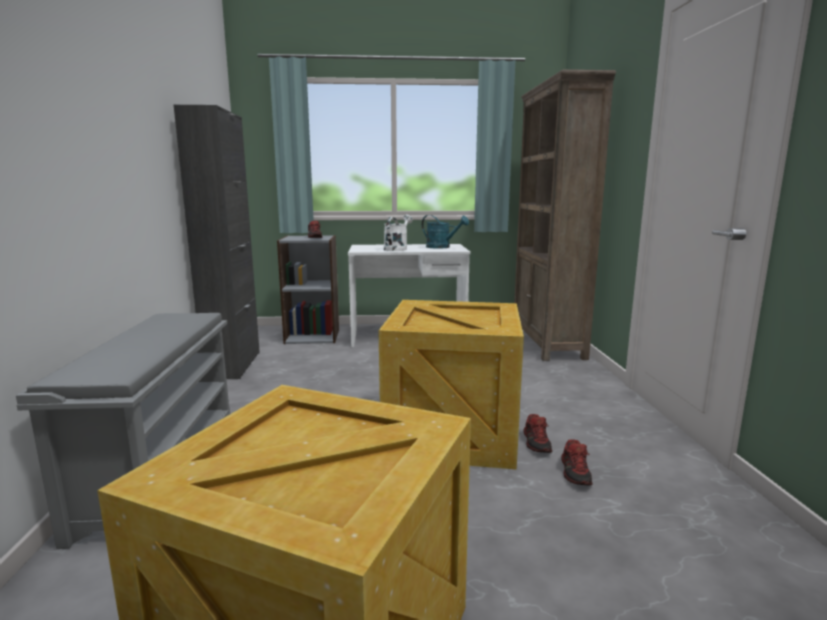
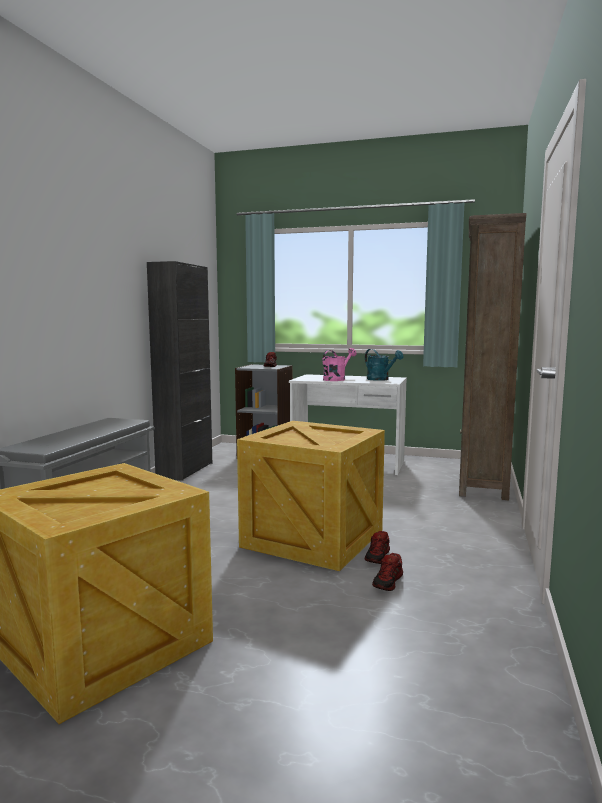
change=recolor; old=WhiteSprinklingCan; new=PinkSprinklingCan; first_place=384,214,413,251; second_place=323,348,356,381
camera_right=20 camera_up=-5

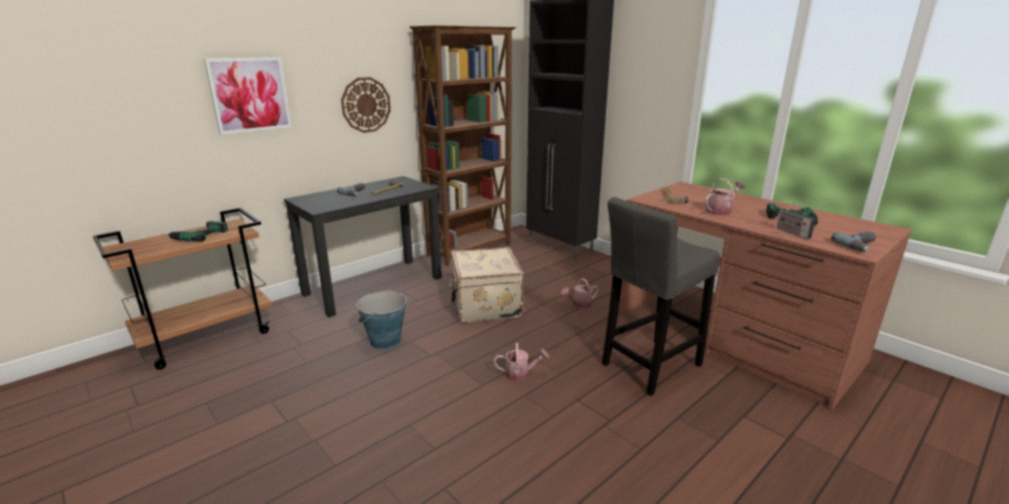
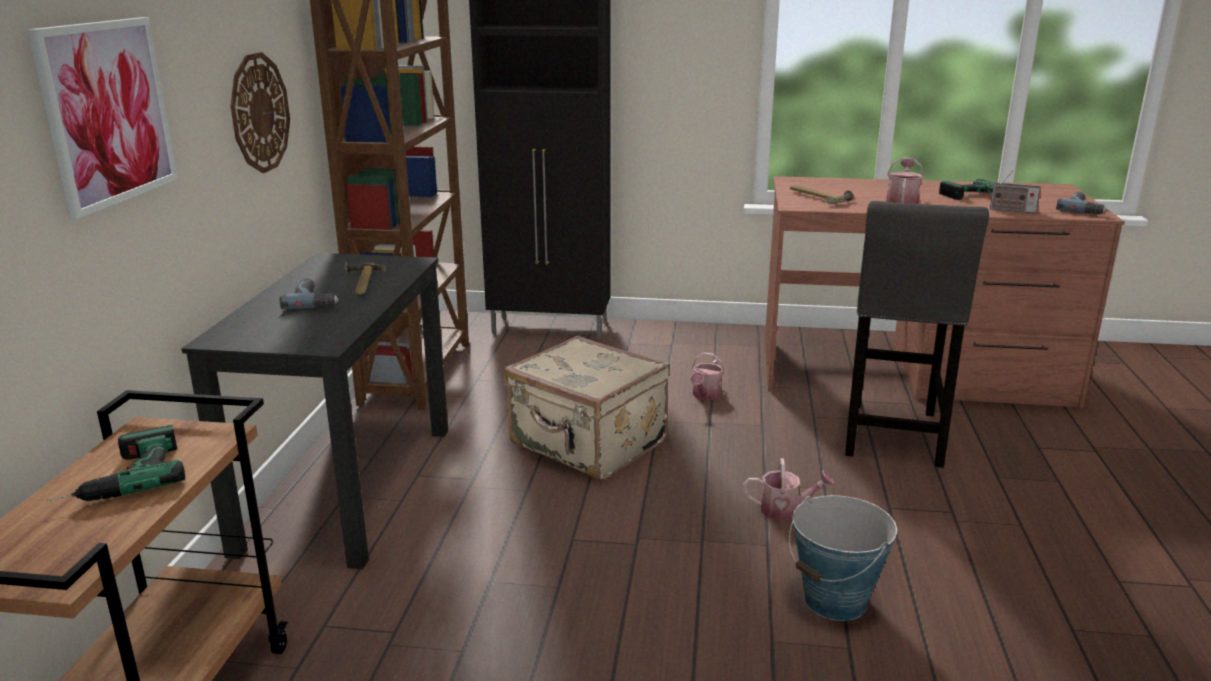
change=move; old=WaterBucket; first_place=357,290,406,350; second_place=789,495,897,621
change=rotate; old=SprinklingCan; first_place=494,343,549,381; second_place=743,458,834,520; degrees=45
camera_right=-40 camera_up=0

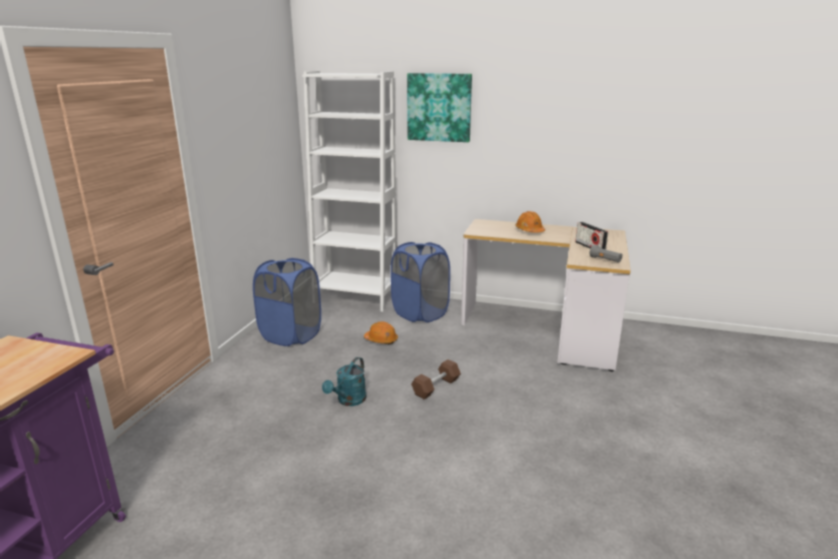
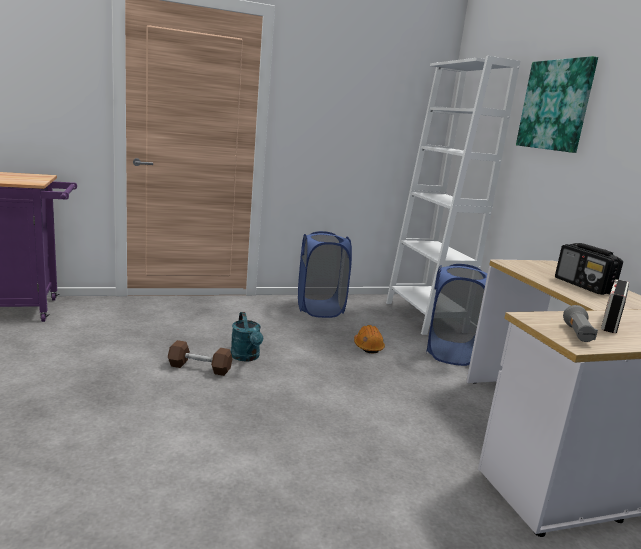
change=rotate; old=BlueGreenSprinklingCan; first_place=322,357,367,406; second_place=231,312,263,362; degrees=-105
change=move; old=BrownColouredHandWeight; first_place=411,359,461,399; second_place=168,340,232,376
change=replace; old=OrangeColouredWorkHelmet; new=RadioSet; first_place=515,211,545,233; second_place=555,243,623,295
camera_right=55 camera_up=-5

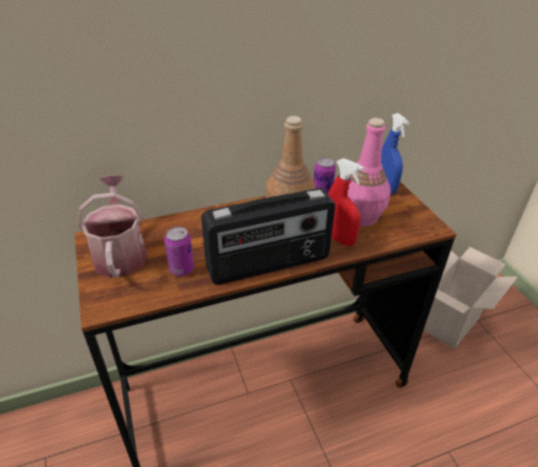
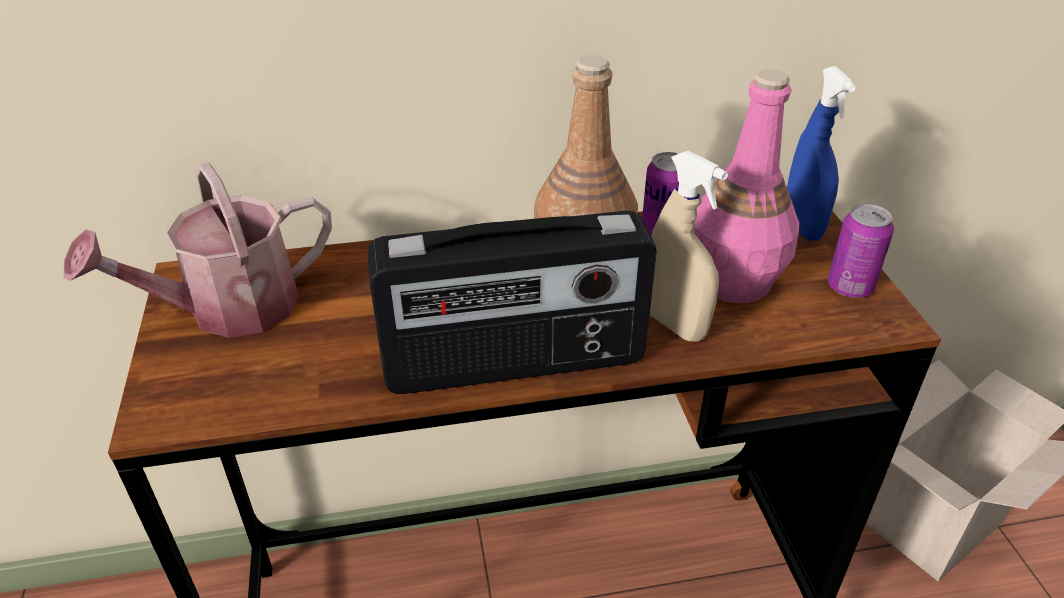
change=rotate; old=SprinklingCan; first_place=78,175,147,278; second_place=63,163,332,338; degrees=-120
change=move; old=MetalCan; first_place=164,227,194,276; second_place=828,204,894,298
change=recolor; old=RedColouredSprayBottle; new=BeigeSprayBottle; first_place=328,158,364,246; second_place=650,151,728,342
camera_right=10 camera_up=0

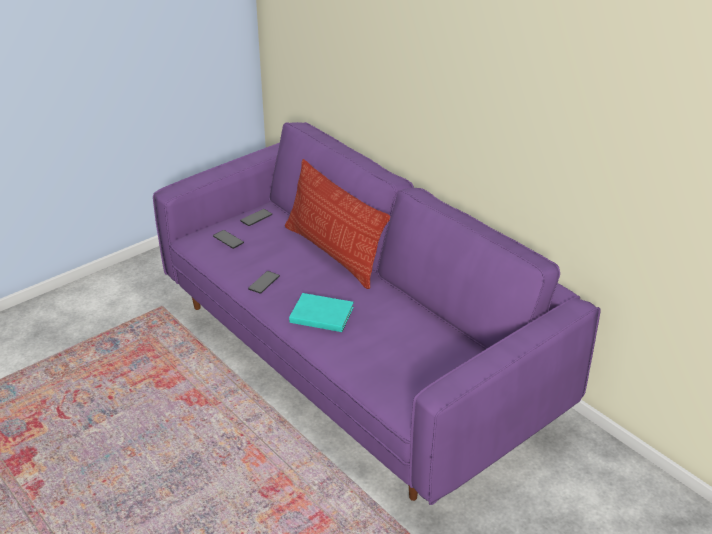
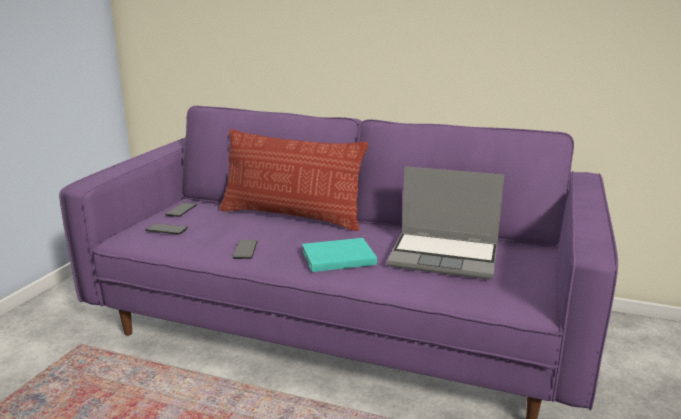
change=insert; new=PortableComputer; second_place=387,166,504,280
camera_right=-30 camera_up=-15

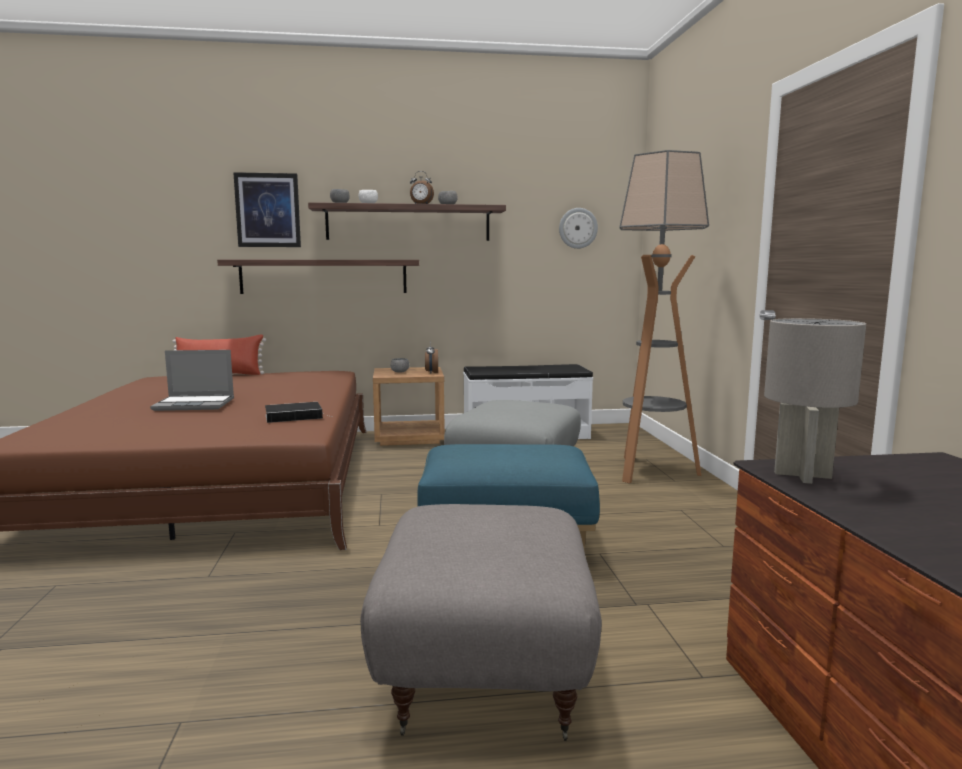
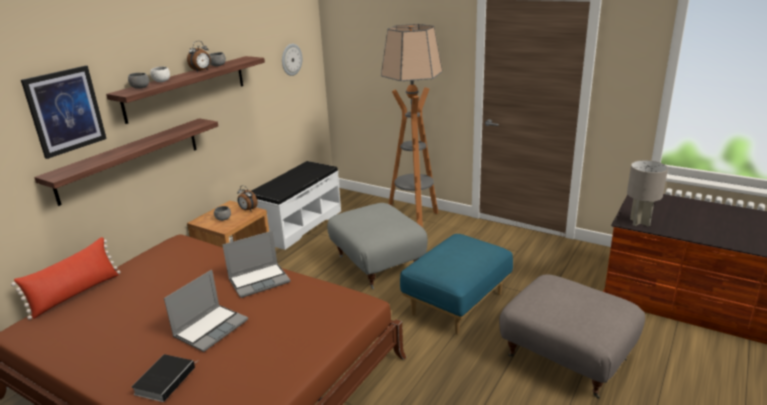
change=move; old=Volume; first_place=265,402,333,423; second_place=131,354,198,402
change=insert; new=PortableComputer; second_place=222,231,291,298
camera_right=-50 camera_up=15

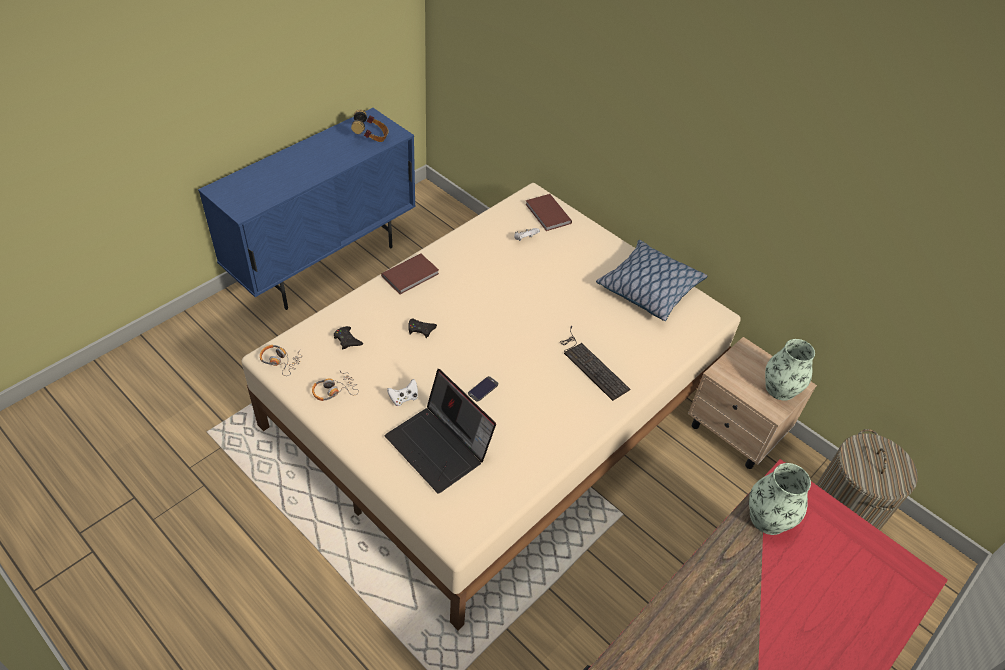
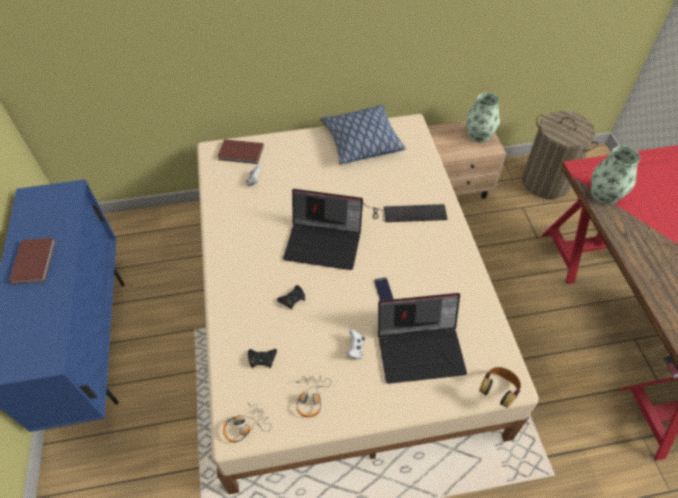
change=move; old=Headphones; first_place=351,109,389,142; second_place=479,367,521,408
change=move; old=BrownColouredVolume; first_place=381,253,439,294; second_place=9,238,56,285
change=insert; new=PortableComputer; second_place=283,189,363,270
camera_right=-50 camera_up=5

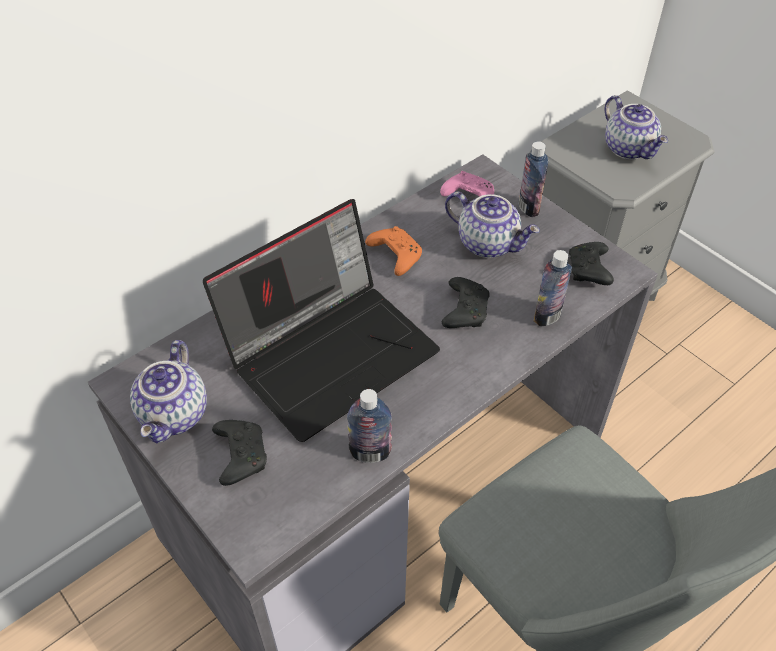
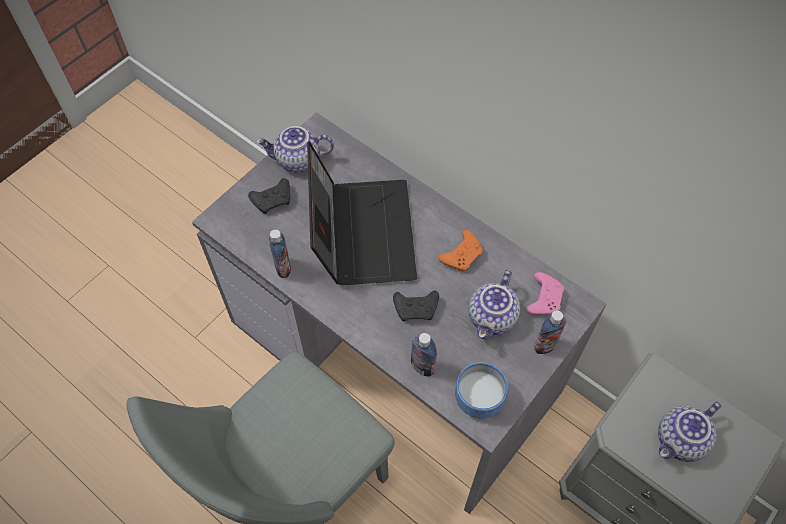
change=rotate; old=PortableComputer; first_place=203,199,440,442; second_place=307,141,417,285; degrees=-135
change=replace; old=BlackGameController; new=DeepDish; first_place=569,242,614,285; second_place=455,362,507,418
camera_right=80 camera_up=10

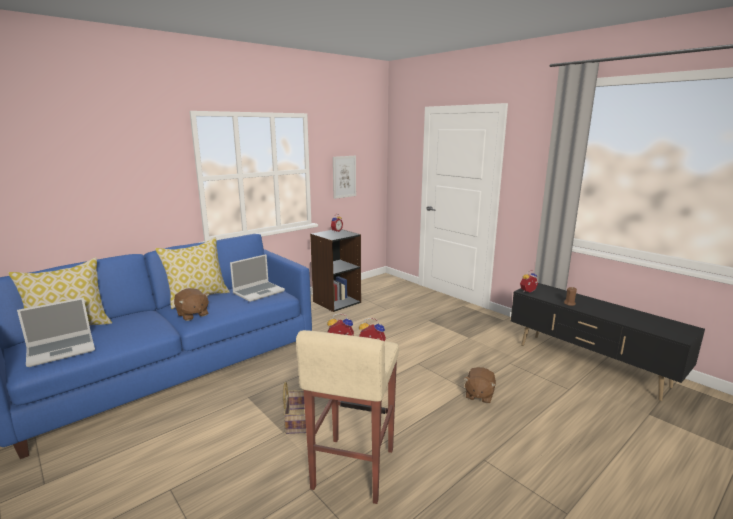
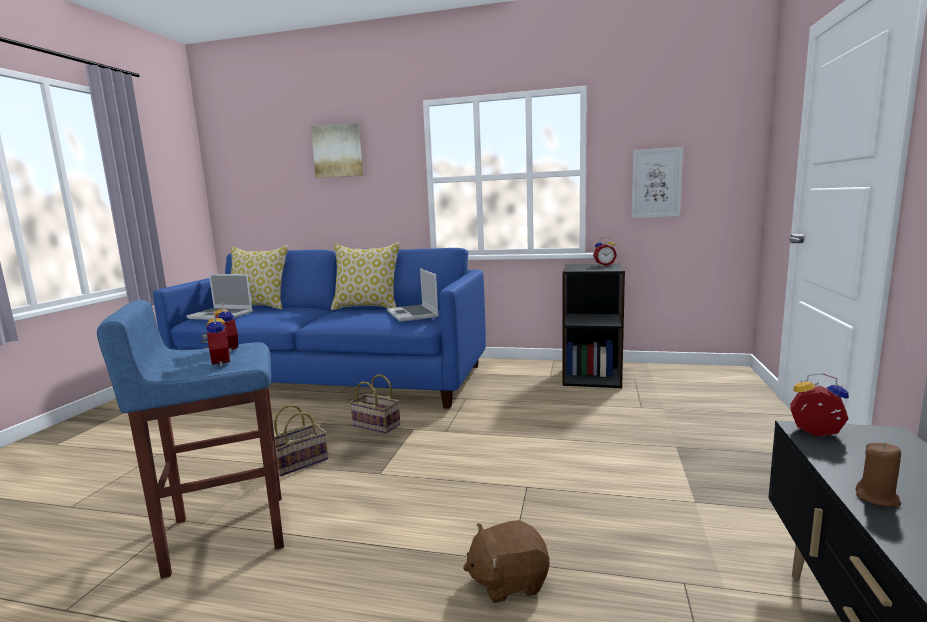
change=delete; old=BrownColouredSoftToy; first_place=174,288,209,321
change=rotate; old=PortableComputer; first_place=230,254,285,302; second_place=387,268,439,322; degrees=60
change=recolor; old=BeigeStoolSeat; new=BlueStoolSeat; first_place=296,330,399,504; second_place=97,300,284,579
change=insert; new=Picture; second_place=311,122,363,178
change=insert; new=StorageBasket; second_place=350,374,400,434
camera_right=55 camera_up=-5

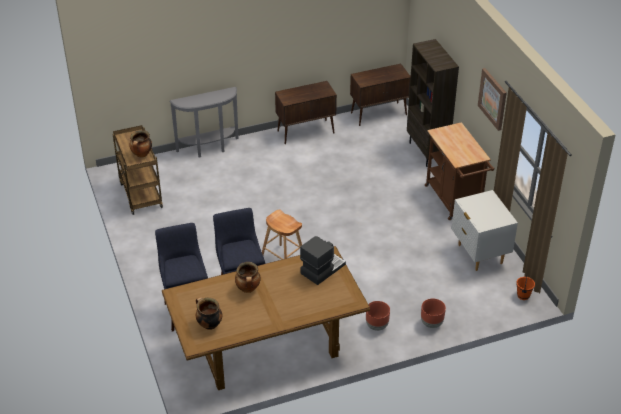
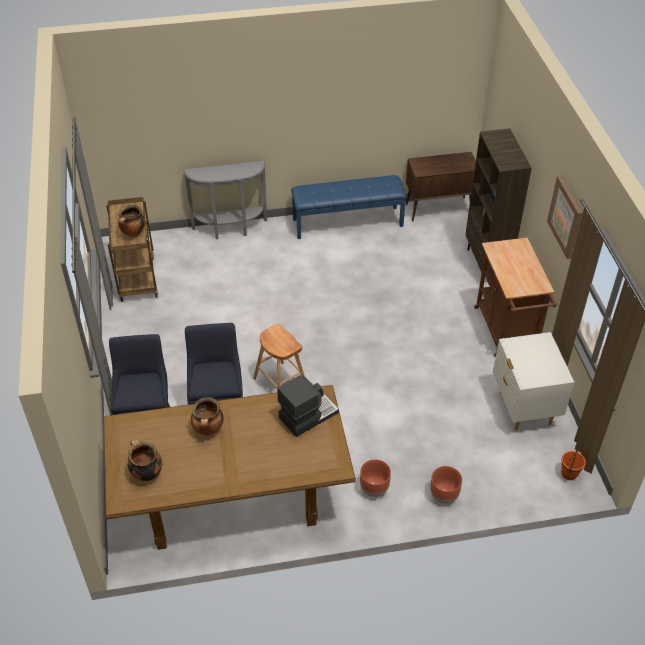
change=replace; old=BrownColouredCabinet; new=BlueIndoorBench; first_place=275,81,337,145; second_place=291,175,407,239
camera_right=10 camera_up=5

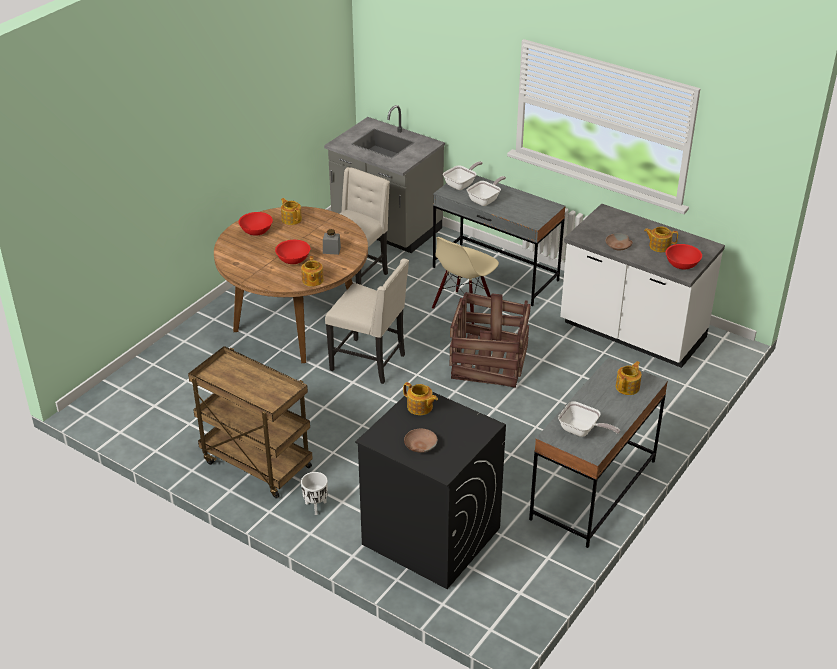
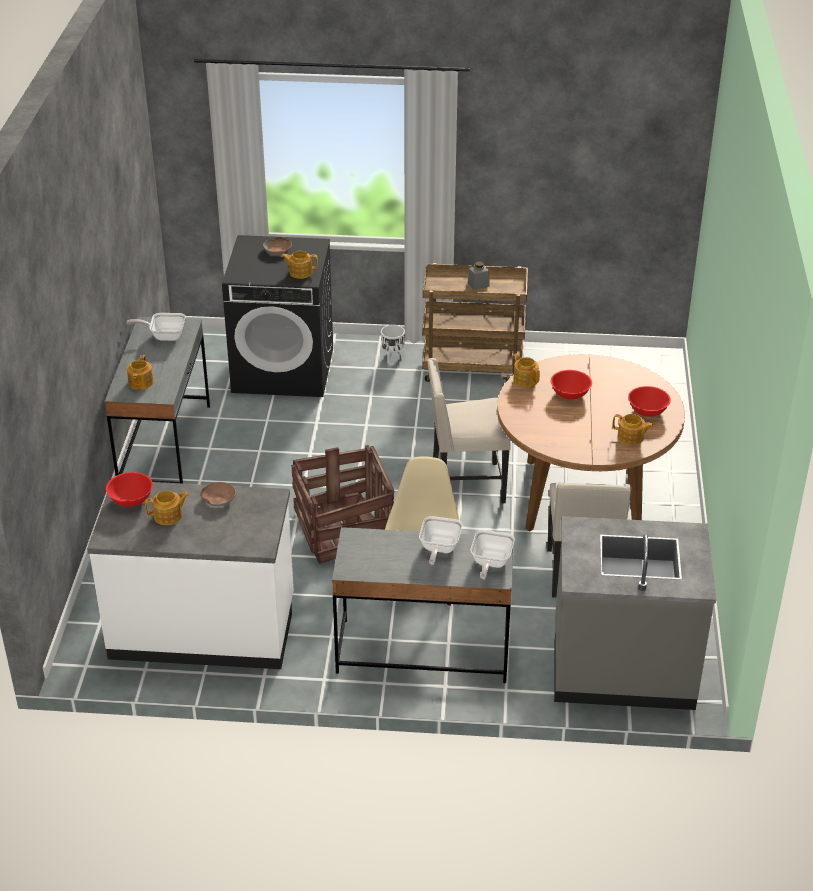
change=move; old=GreyishJar; first_place=323,229,341,255; second_place=468,262,490,290
camera_right=150 camera_up=0

